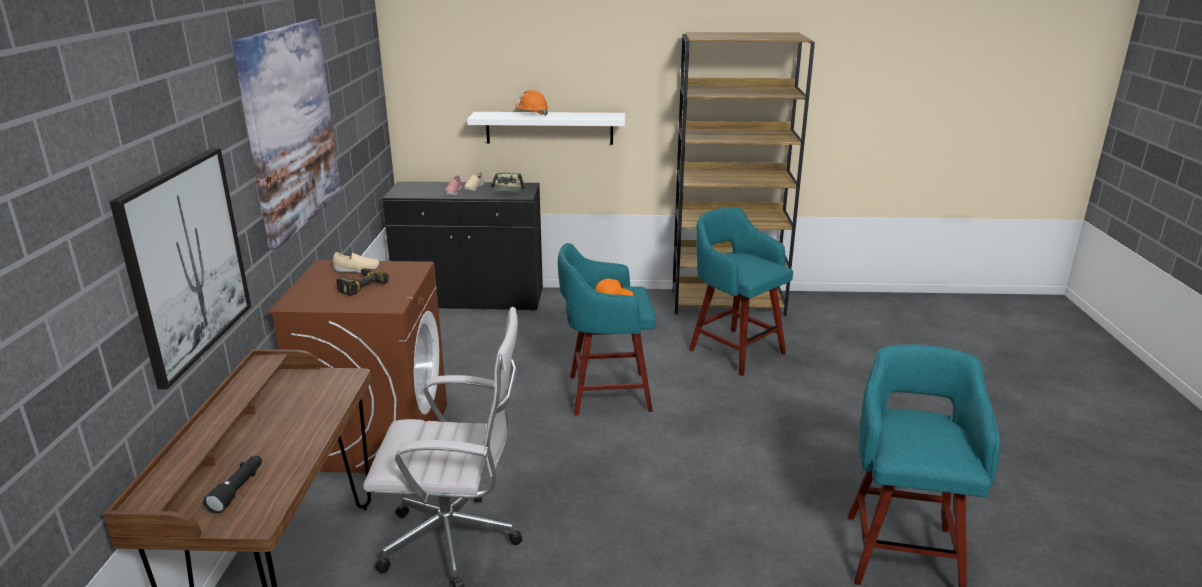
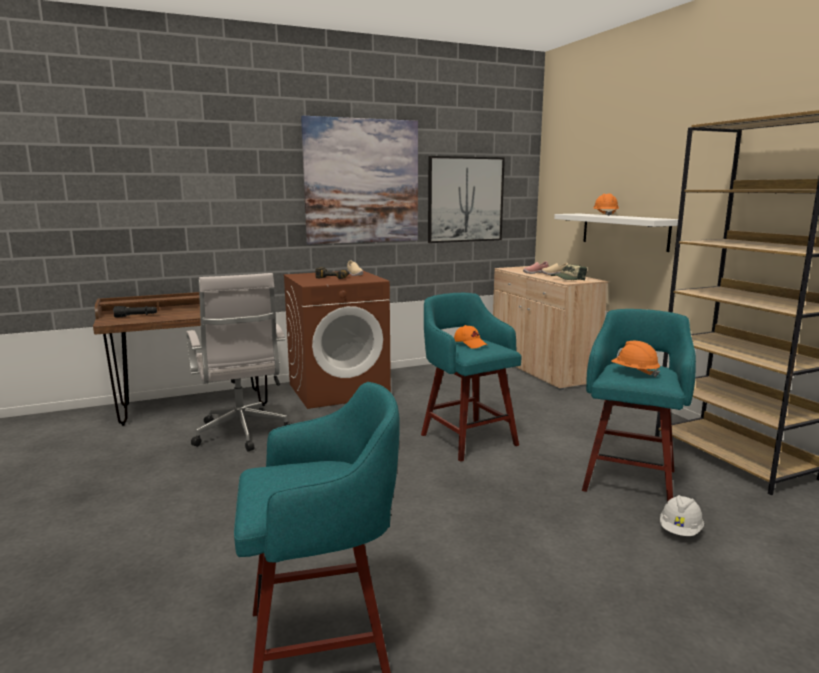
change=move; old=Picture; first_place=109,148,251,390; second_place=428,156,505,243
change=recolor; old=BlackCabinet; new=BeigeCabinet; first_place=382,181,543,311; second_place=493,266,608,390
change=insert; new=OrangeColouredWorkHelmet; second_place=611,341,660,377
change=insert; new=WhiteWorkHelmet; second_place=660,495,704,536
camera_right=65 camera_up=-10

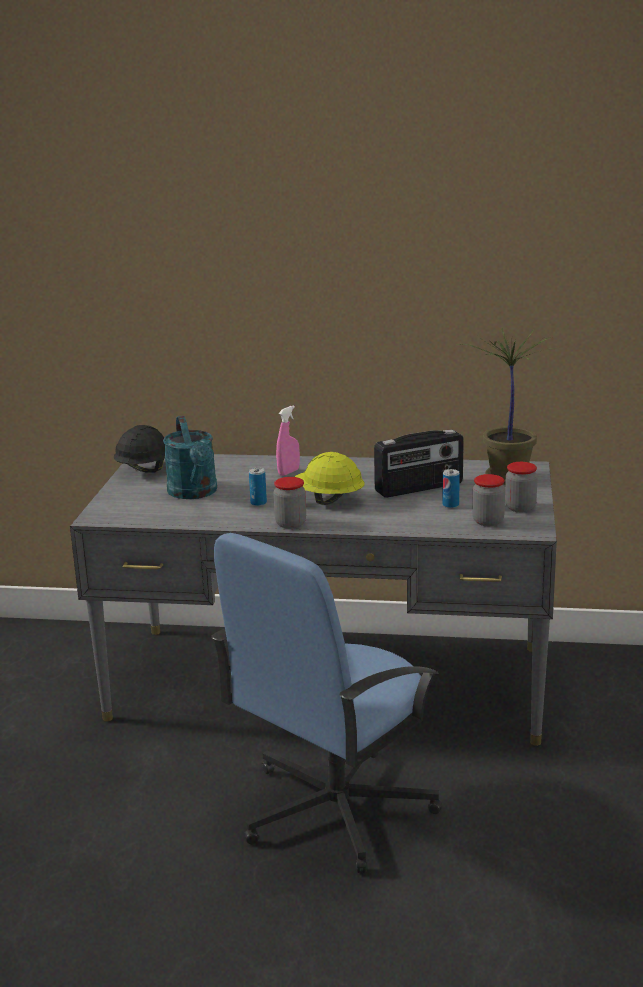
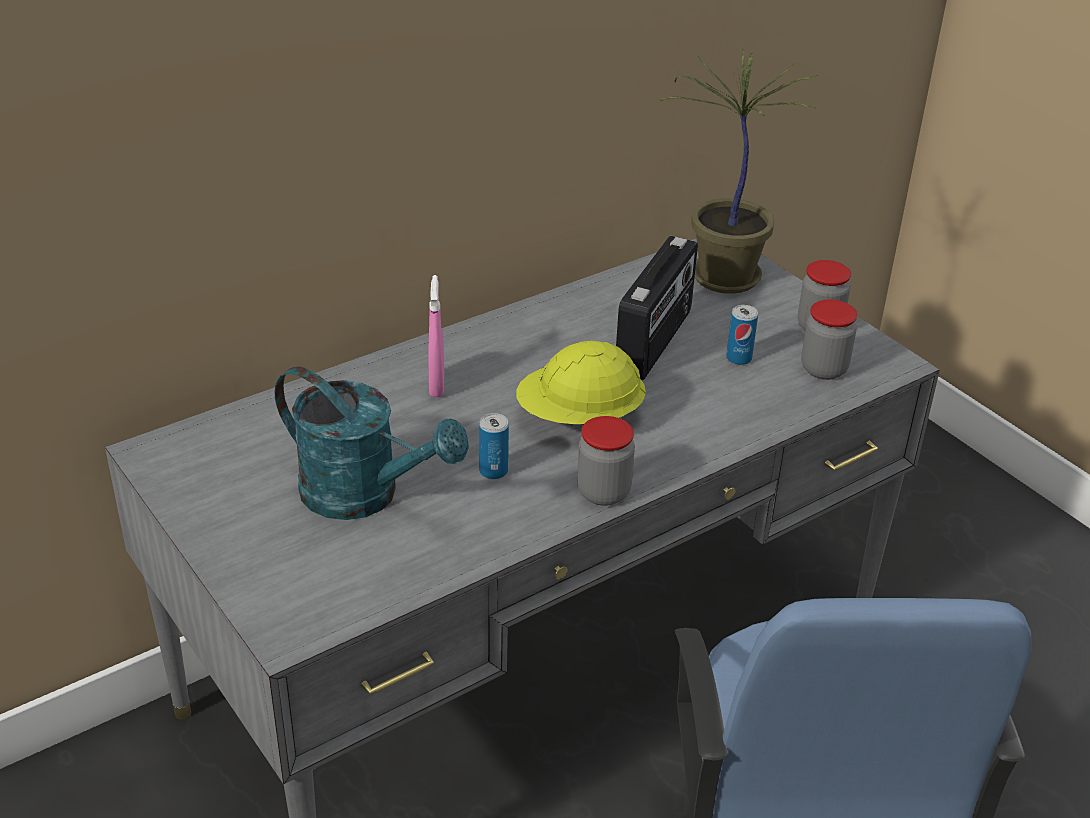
change=delete; old=BlackWorkHelmet; first_place=114,425,165,473
camera_right=-45 camera_up=15

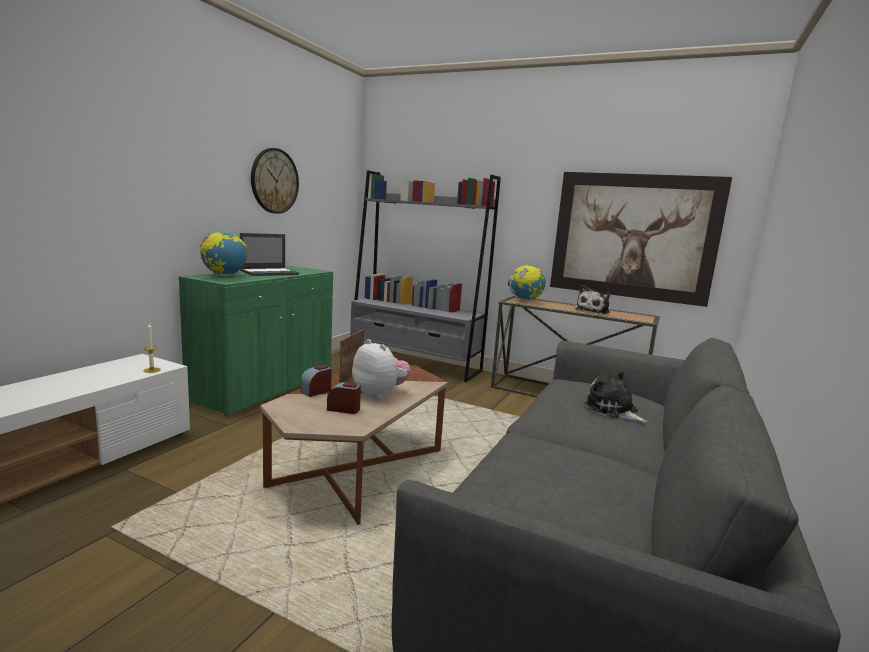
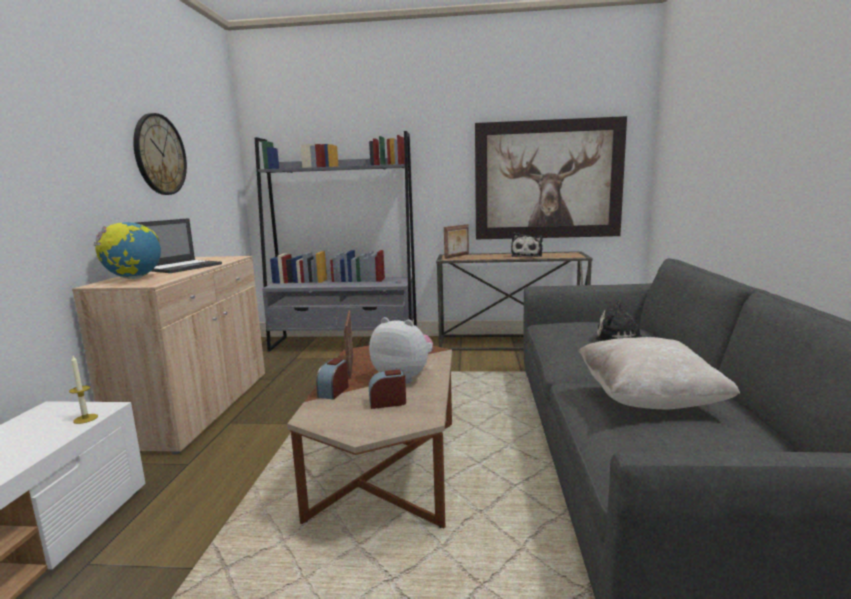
change=recolor; old=GreenCabinet; new=BeigeCabinet; first_place=179,266,333,417; second_place=72,256,265,455
change=replace; old=Globe; new=StandingFrame; first_place=508,265,545,301; second_place=444,224,469,259
change=insert; new=BeigeThrowPillow; second_place=579,337,740,409
camera_right=-20 camera_up=0

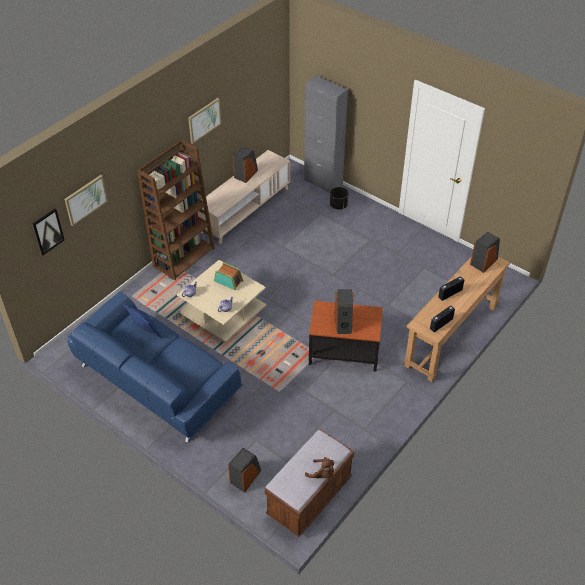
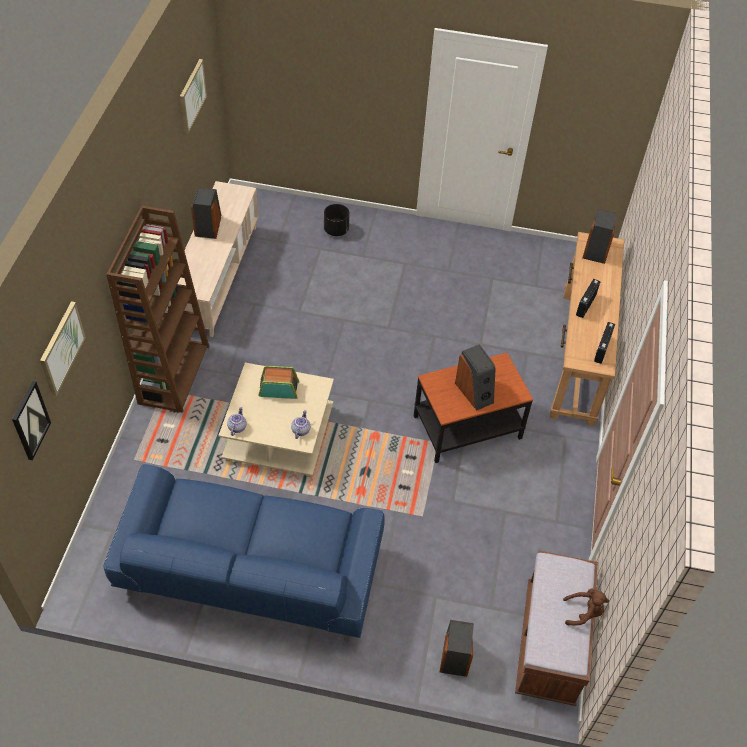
change=delete; old=BlueThrowPillow; first_place=123,303,162,339
change=move; old=Picture; first_place=188,98,221,144; second_place=180,59,207,134
change=delete; old=GreyishCabinet; first_place=304,76,348,193
camera_right=-30 camera_up=5

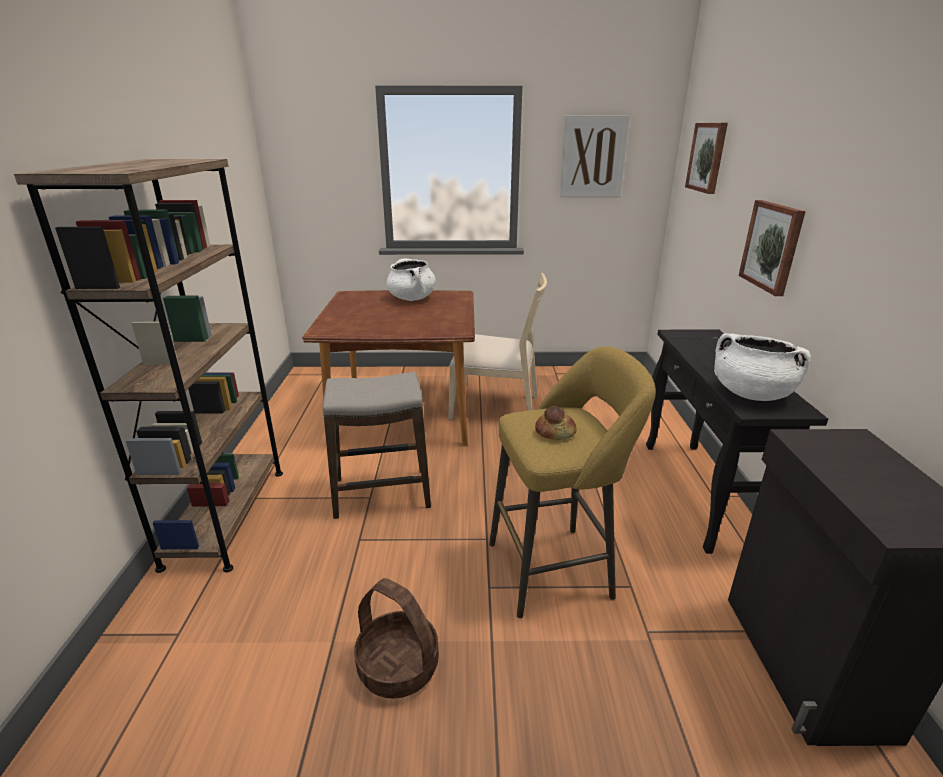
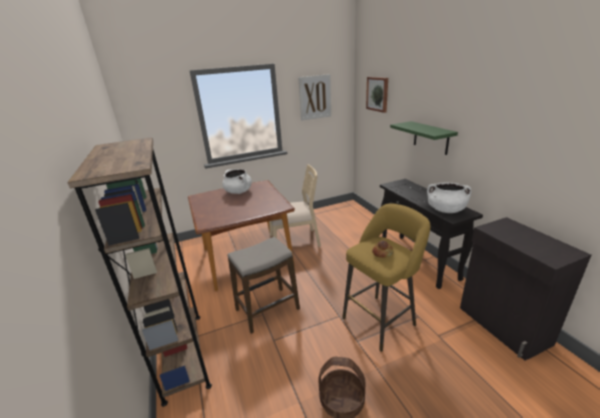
change=replace; old=Picture; new=GreenBracketShelf; first_place=738,200,806,296; second_place=390,121,458,155
camera_right=-20 camera_up=0

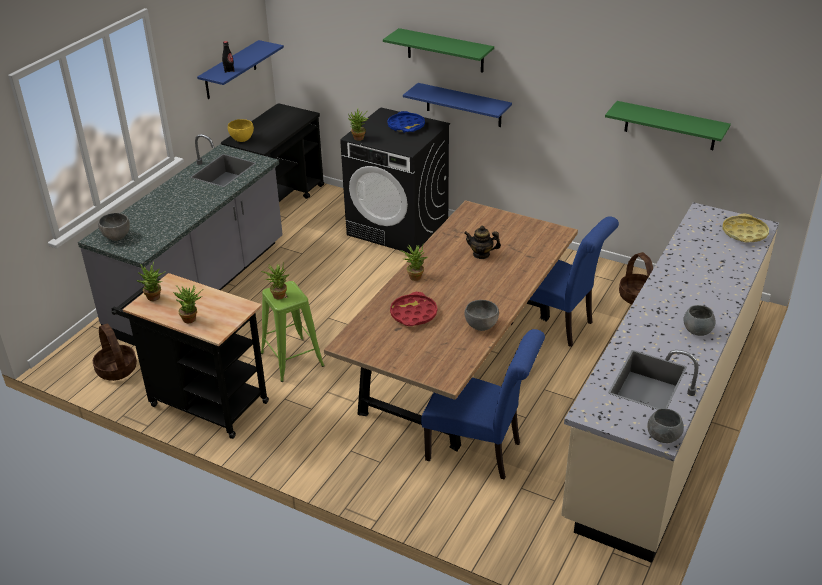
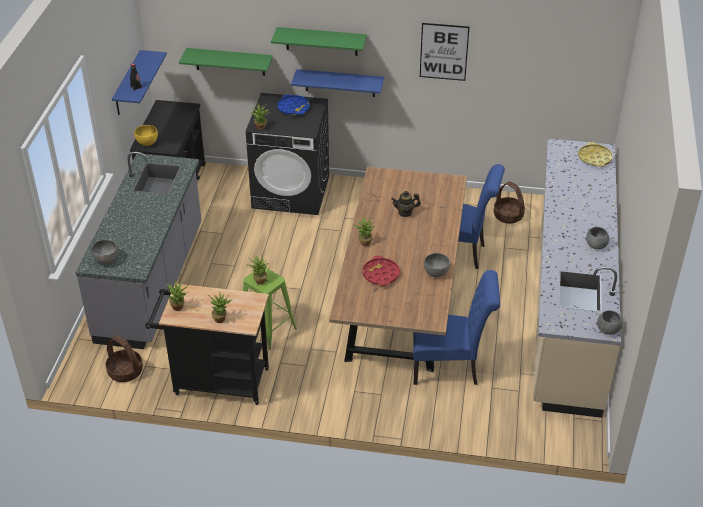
change=move; old=GreenBracketShelf; first_place=605,101,731,150; second_place=179,48,273,76
change=insert; new=Picture; second_place=420,23,470,81
camera_right=-20 camera_up=5

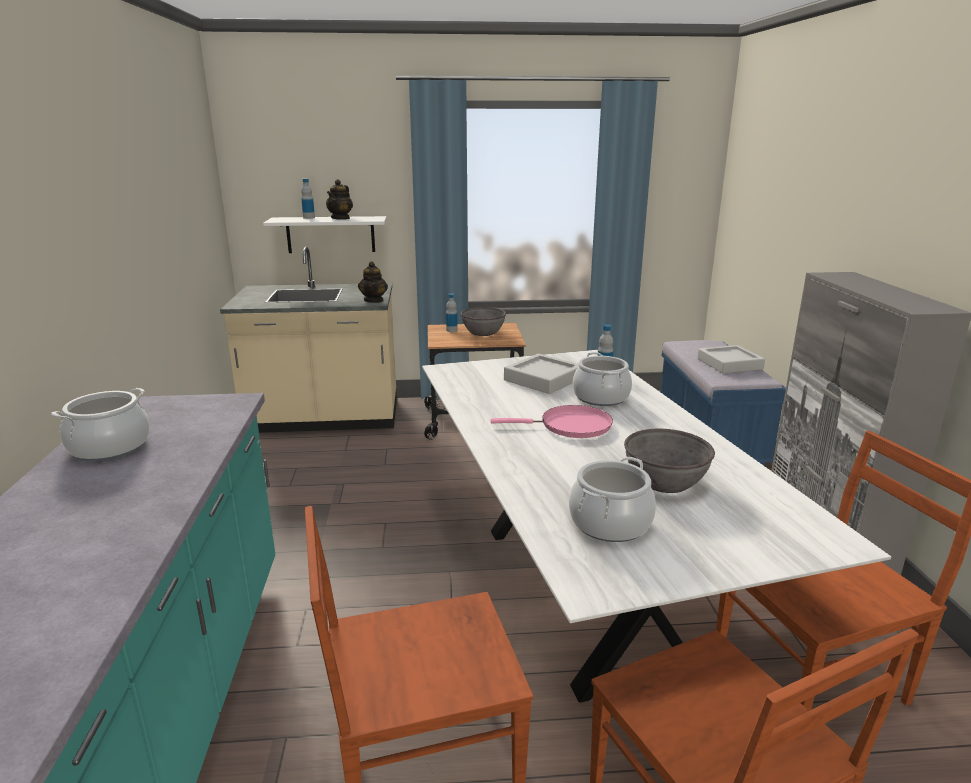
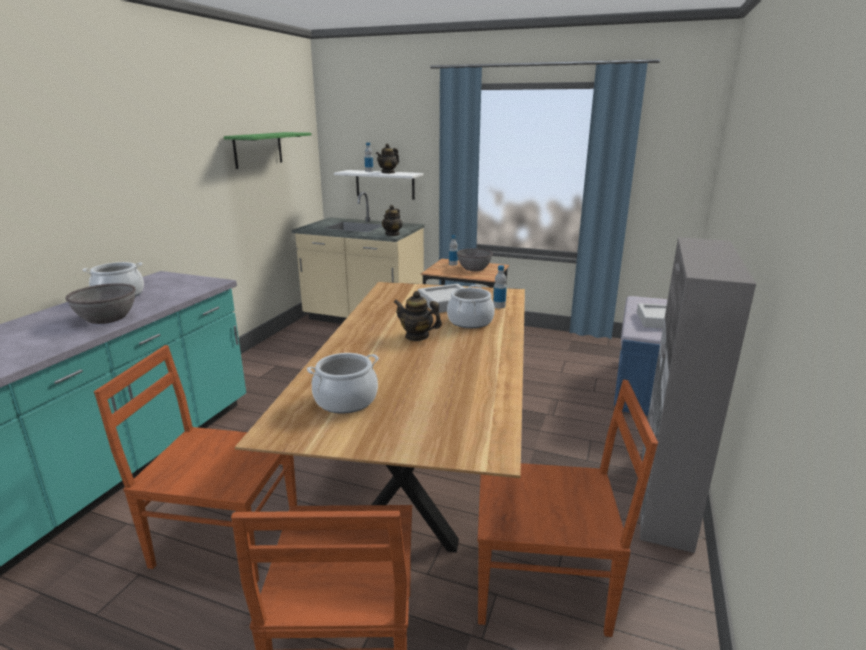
change=recolor; old=WhiteDinnerTable; new=BrownColouredDinnerTable; first_place=422,350,891,703; second_place=235,282,525,553
change=replace; old=PinkPan; new=TeaPot; first_place=491,405,613,438; second_place=394,291,442,341
change=move; old=GreyishDeepDish; first_place=624,429,715,493; second_place=65,283,136,324
change=insert; new=GreenBracketShelf; second_place=224,132,311,169
camera_right=25 camera_up=0

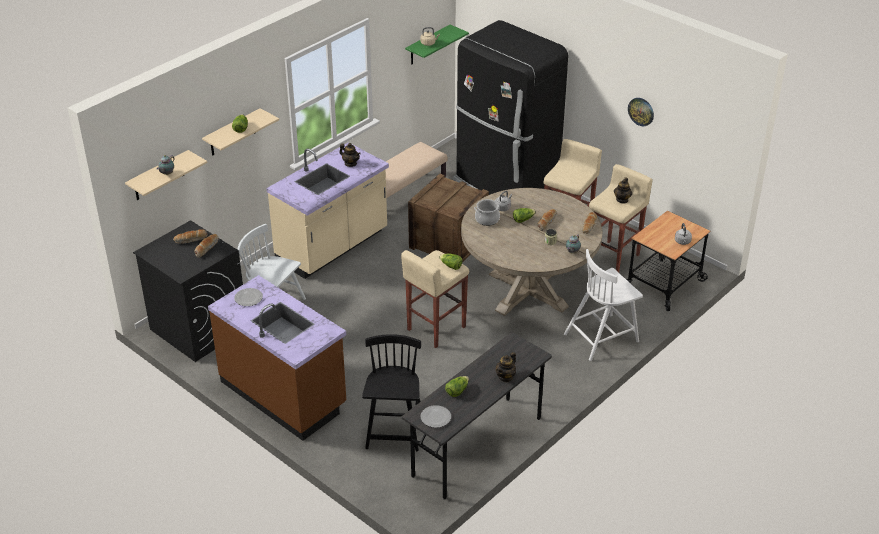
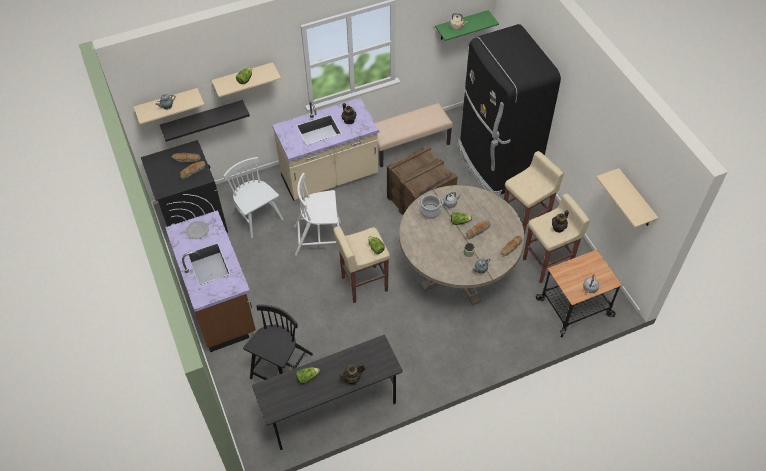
change=delete; old=DinnerPlate; first_place=421,405,451,428
change=move; old=WhitePlainChair; first_place=564,249,643,361; second_place=294,173,341,256
change=delete; old=WallClock; first_place=628,98,654,126
change=insert; new=BlackBracketShelf; second_place=160,100,250,142
change=insert; new=BeigeBracketShelf; second_place=596,168,659,228
camera_right=25 camera_up=15

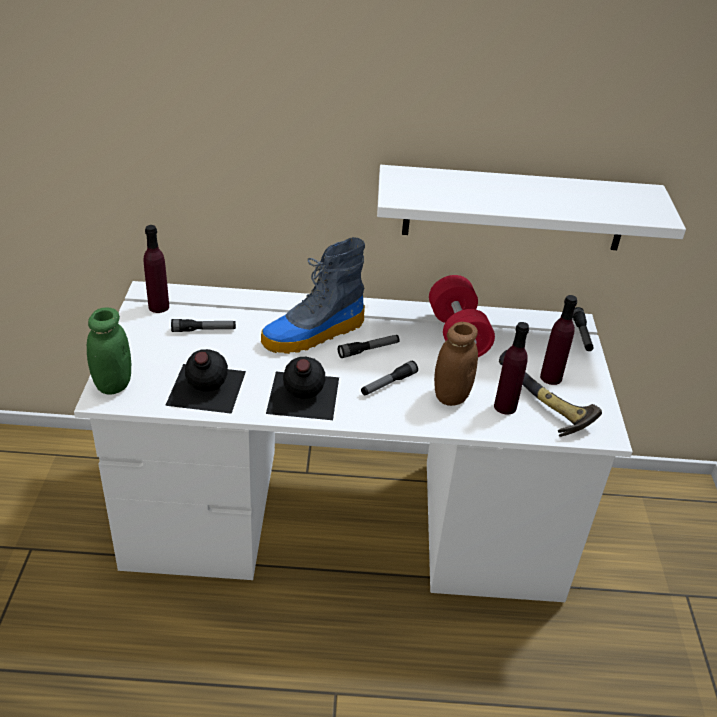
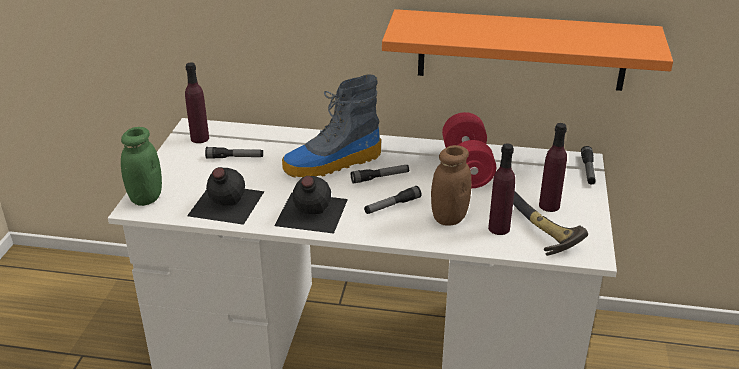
change=recolor; old=WhiteBracketShelf; new=OrangeColouredBracketShelf; first_place=377,165,686,250; second_place=382,9,673,91
camera_right=10 camera_up=-5

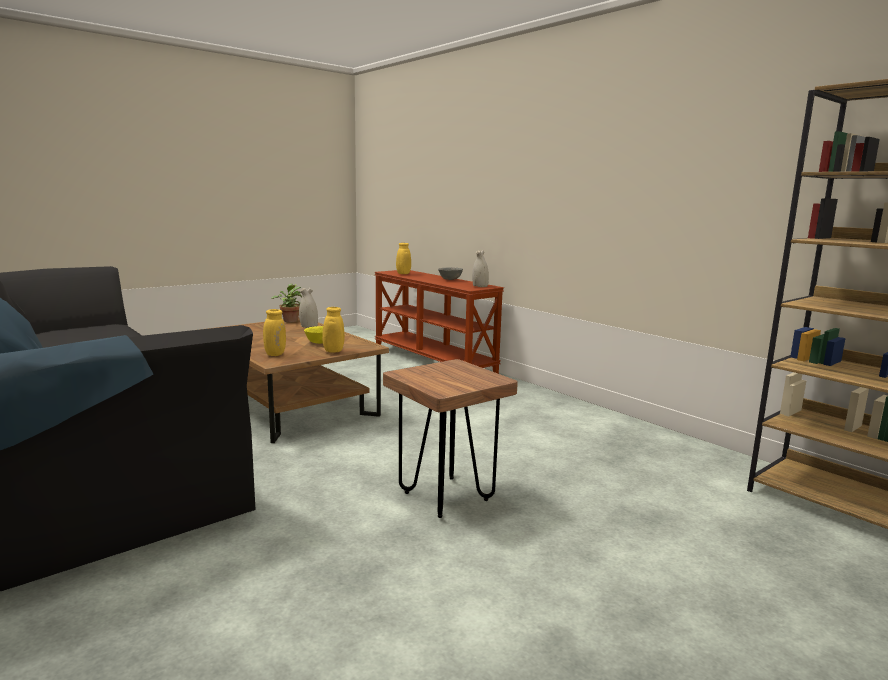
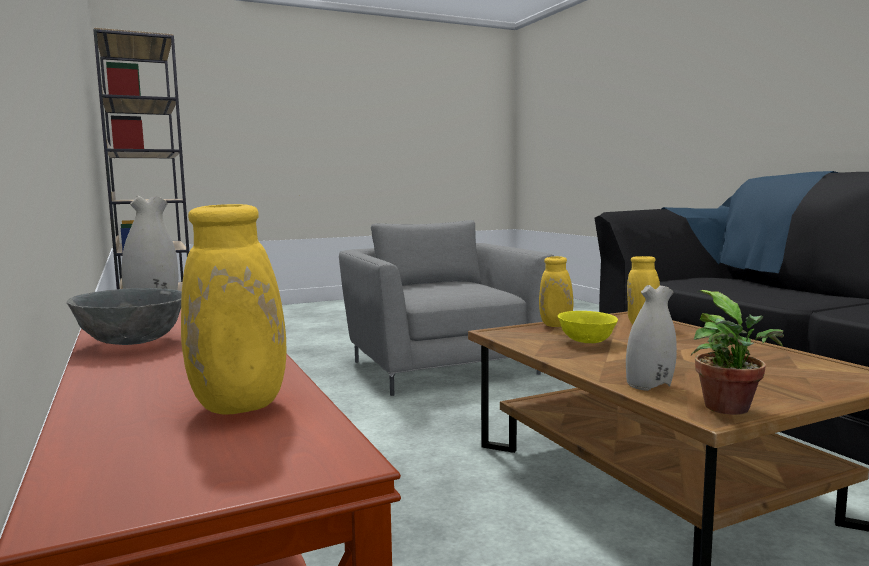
change=replace; old=BrownColouredStoolSeat; new=GreyishArmchair; first_place=383,359,518,518; second_place=339,220,554,396
camera_right=-165 camera_up=-5

